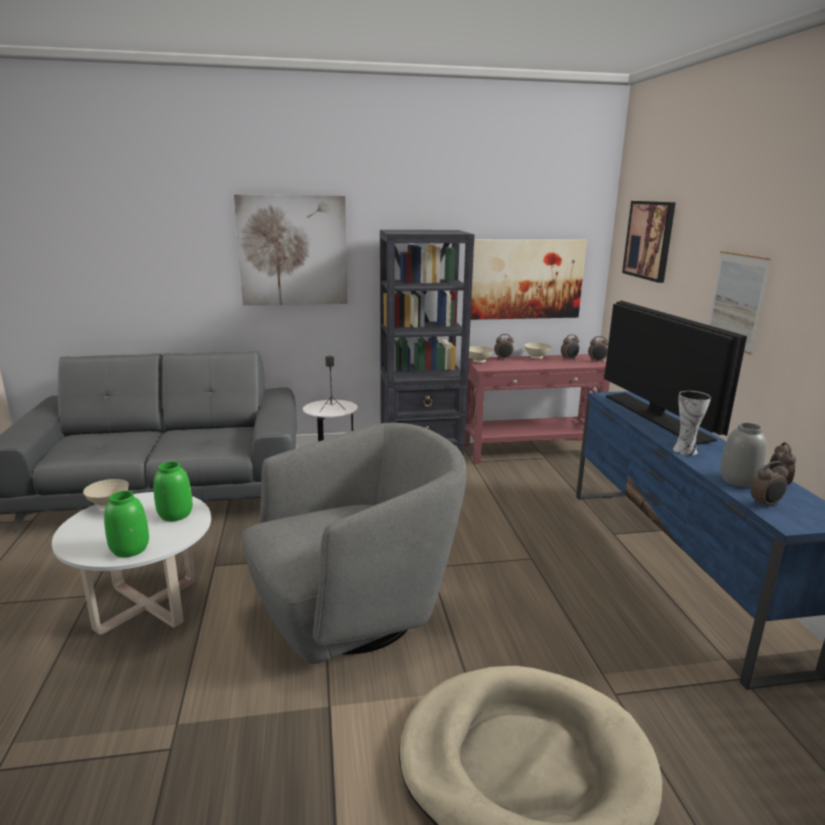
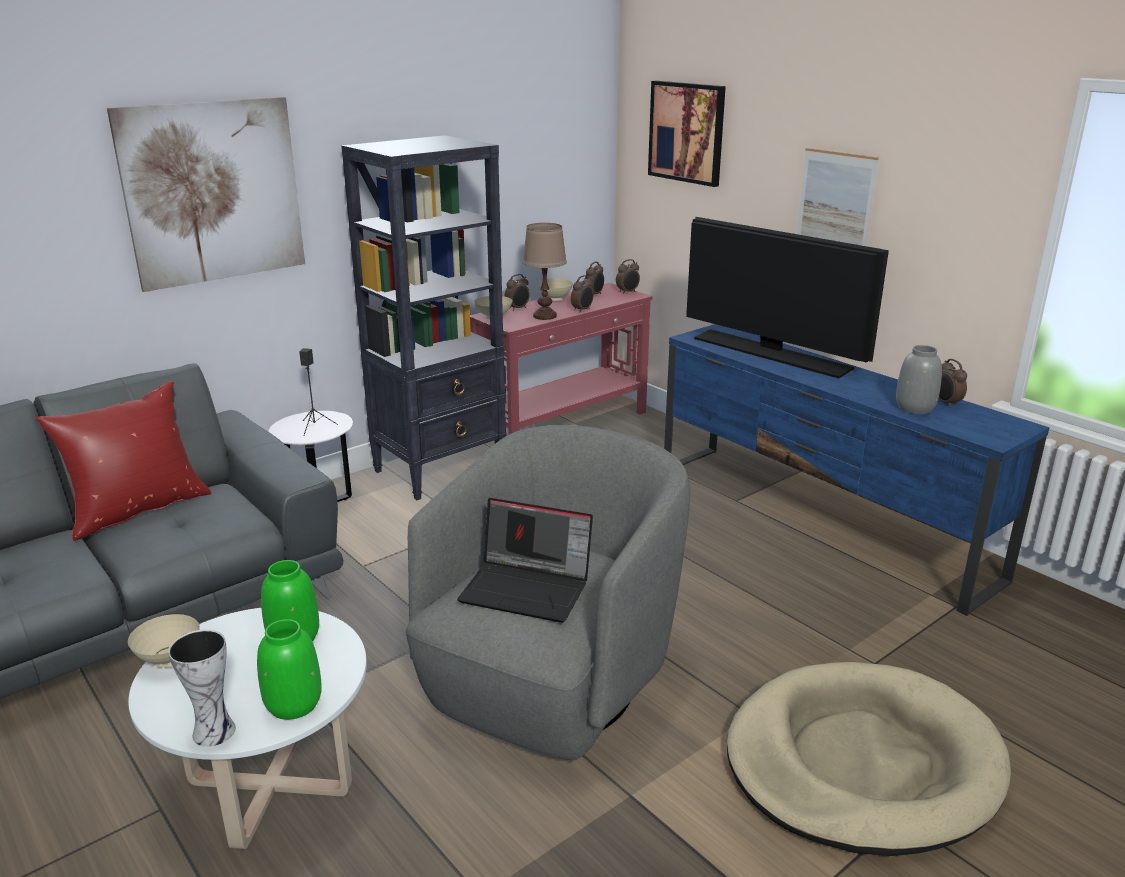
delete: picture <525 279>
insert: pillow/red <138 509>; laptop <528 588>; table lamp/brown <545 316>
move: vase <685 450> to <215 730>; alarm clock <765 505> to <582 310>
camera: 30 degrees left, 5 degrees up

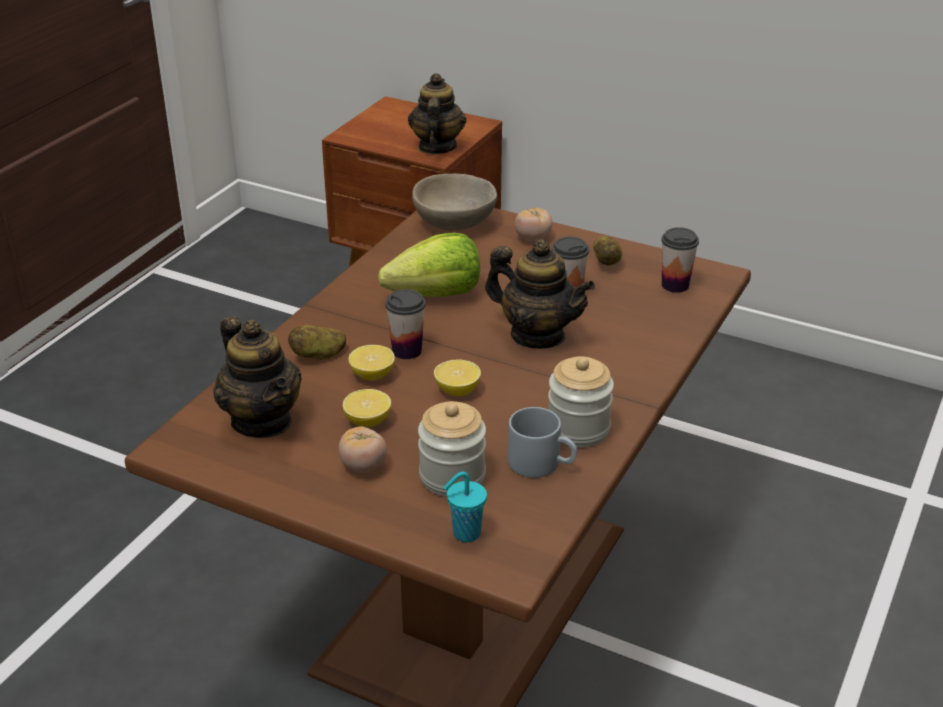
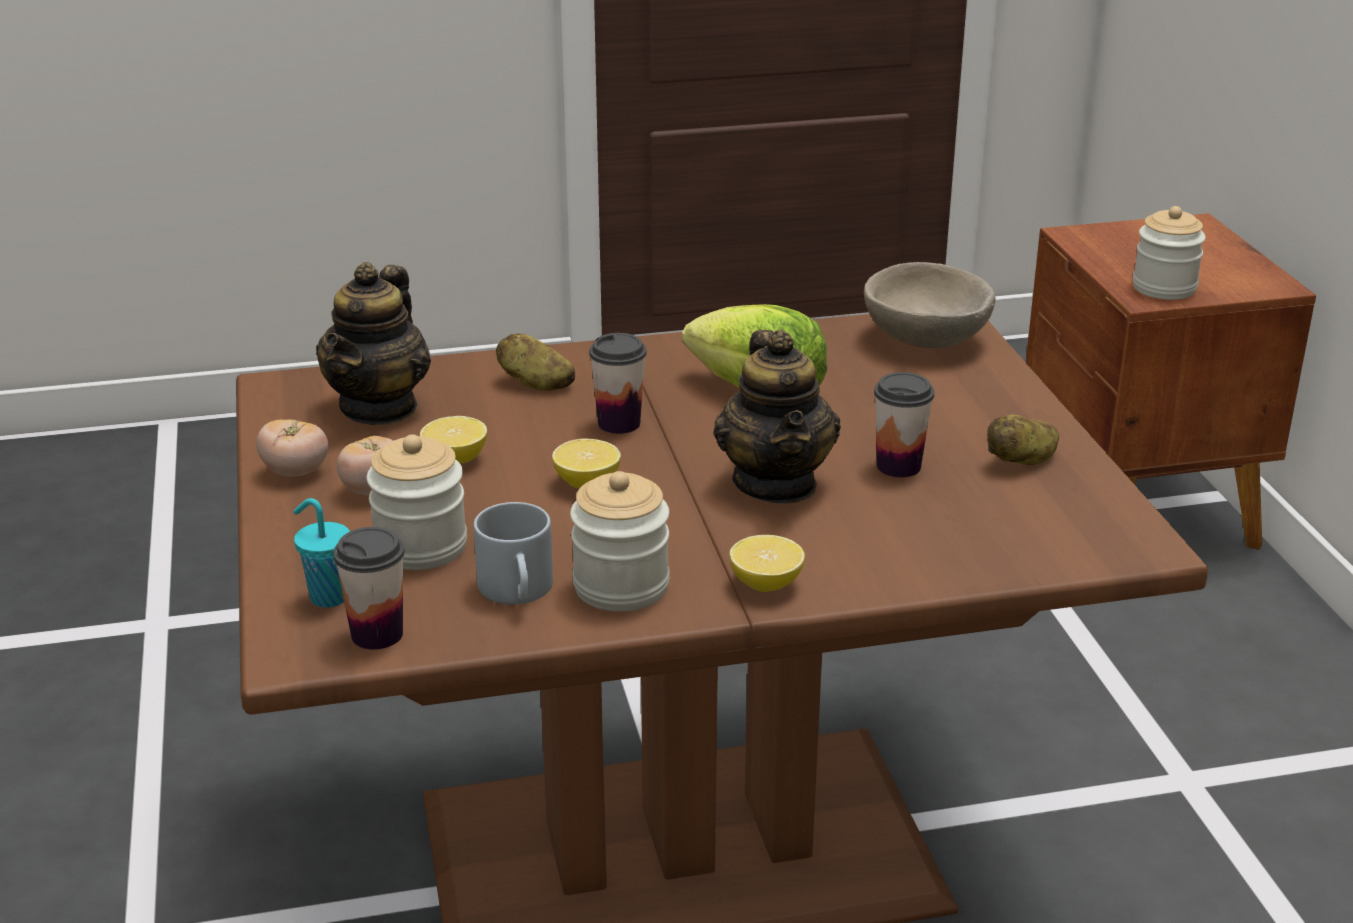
move: lemon <372 375> to <766 584>; tomato <533 238> to <295 472>; cup <675 285> to <377 634>
replace: teapot <436 147> to jar <1164 288>
camera: 50 degrees right, 5 degrees down

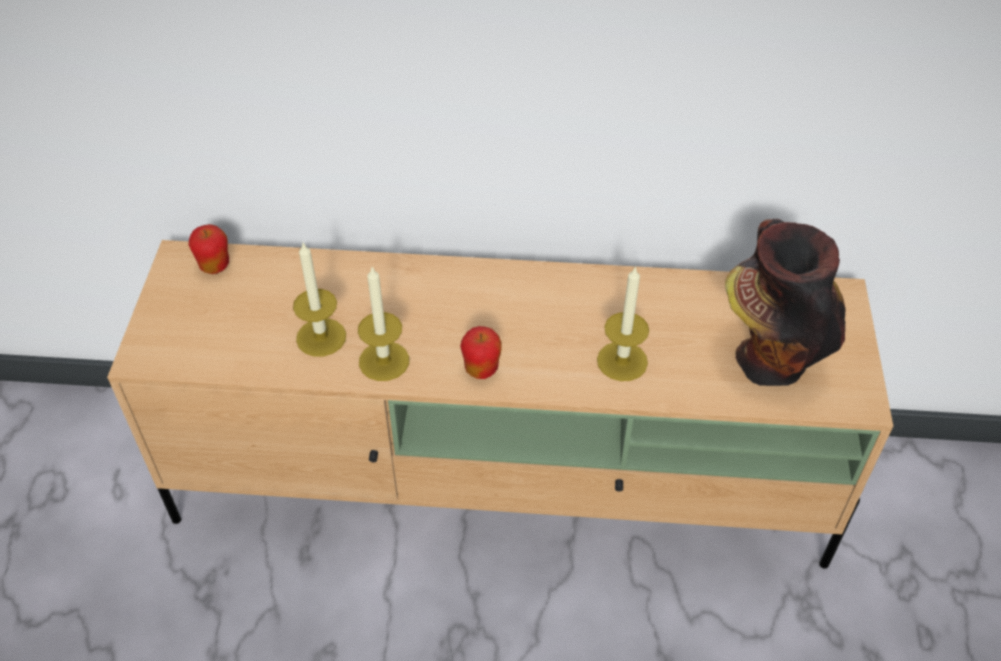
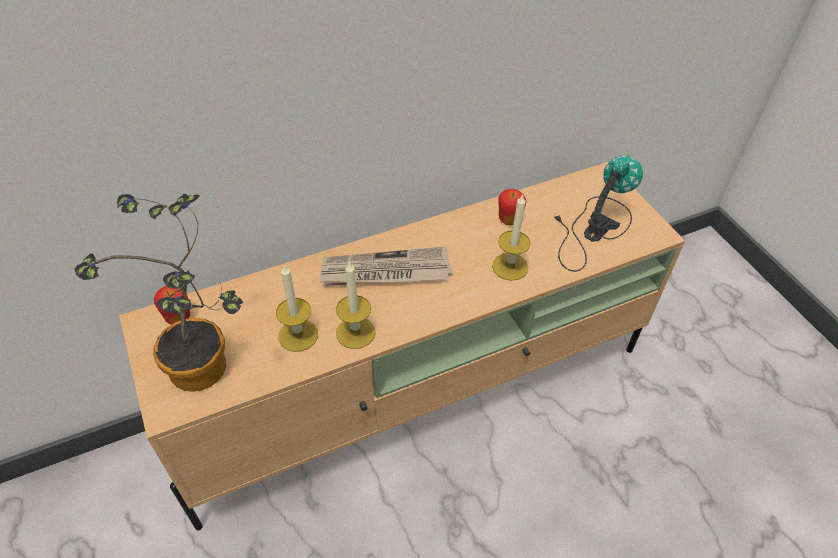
insert: potted plant <205 372>; newspaper <385 272>
move: apple <481 369> to <509 220>
replace: vase <767 358> to table lamp <591 229>
camera: 30 degrees left, 0 degrees up

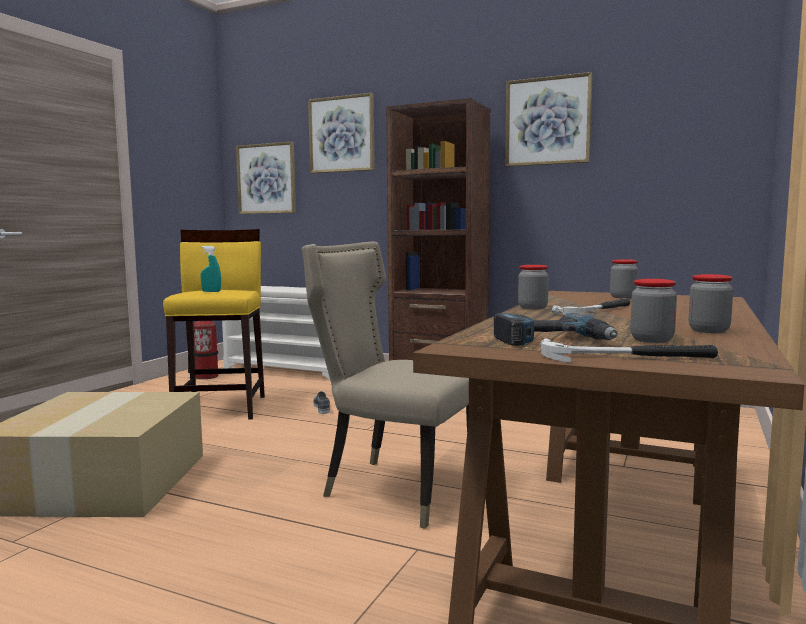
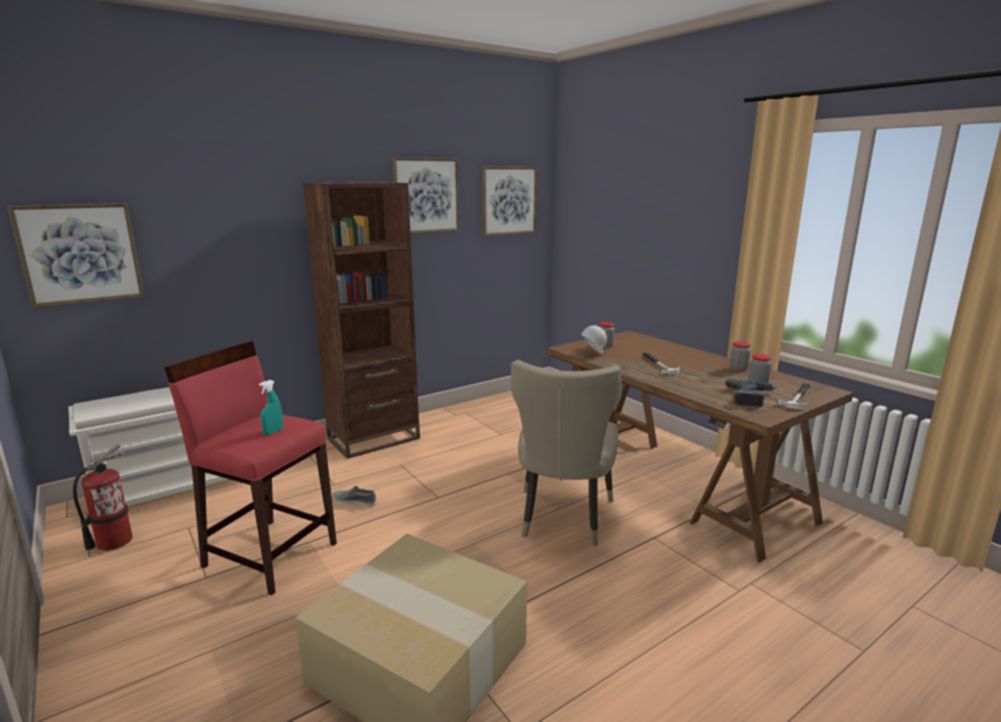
delete: jar <532 308>
insert: hard hat/white <591 354>
move: picture <342 134> to <509 200>
recolor: stool/yellow <222 408> to stool/red <271 553>
rotate: chair/beige <395 487> = <563 519> 45 degrees counterclockwise
camera: 60 degrees left, 10 degrees up

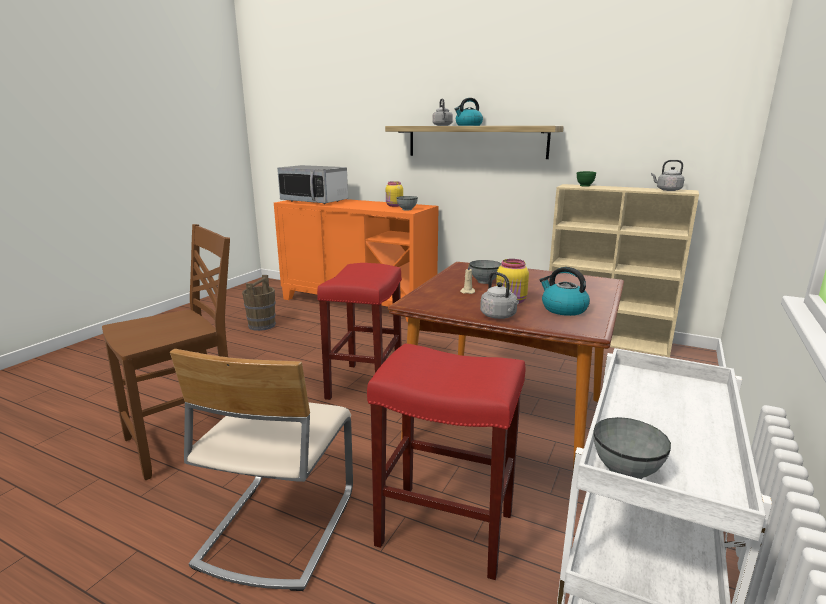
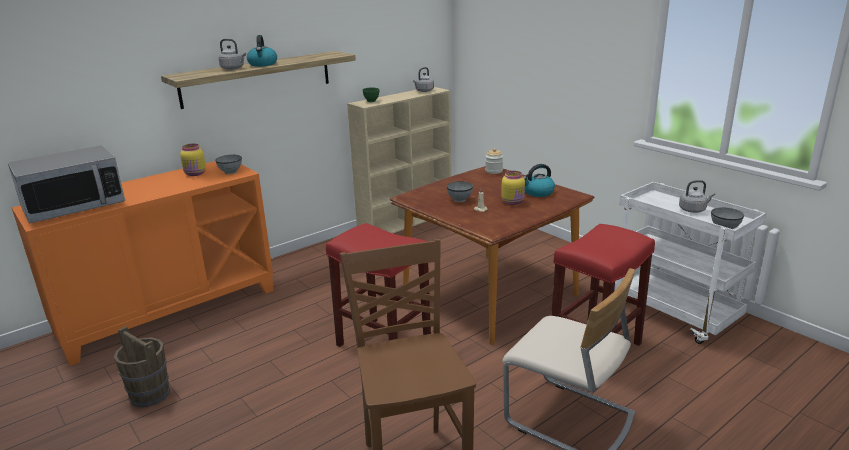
insert: jar <494 171>
move: kettle/grey <499 316> to <693 210>
camera: 65 degrees left, 5 degrees up

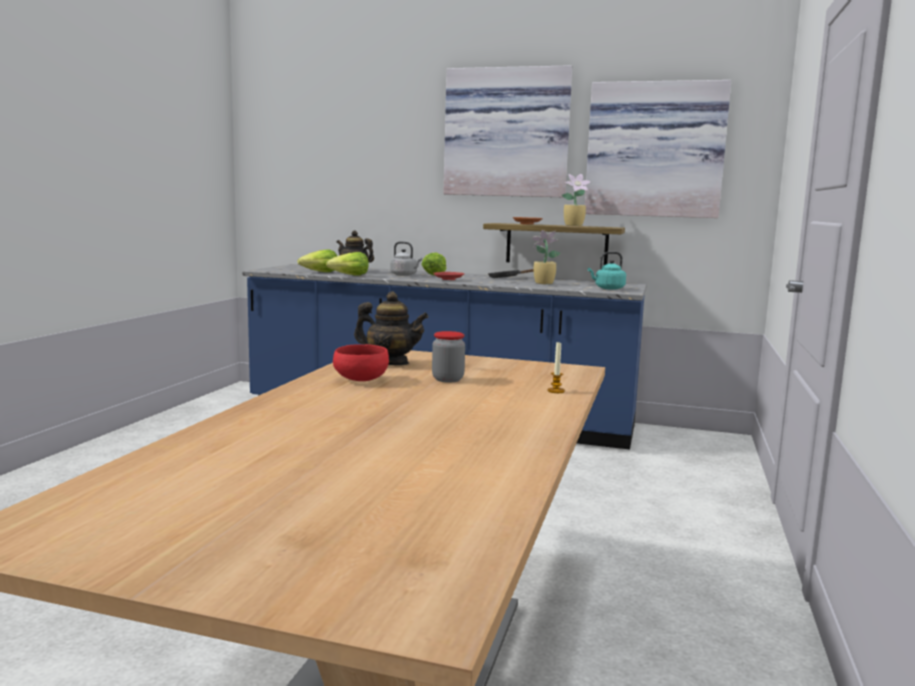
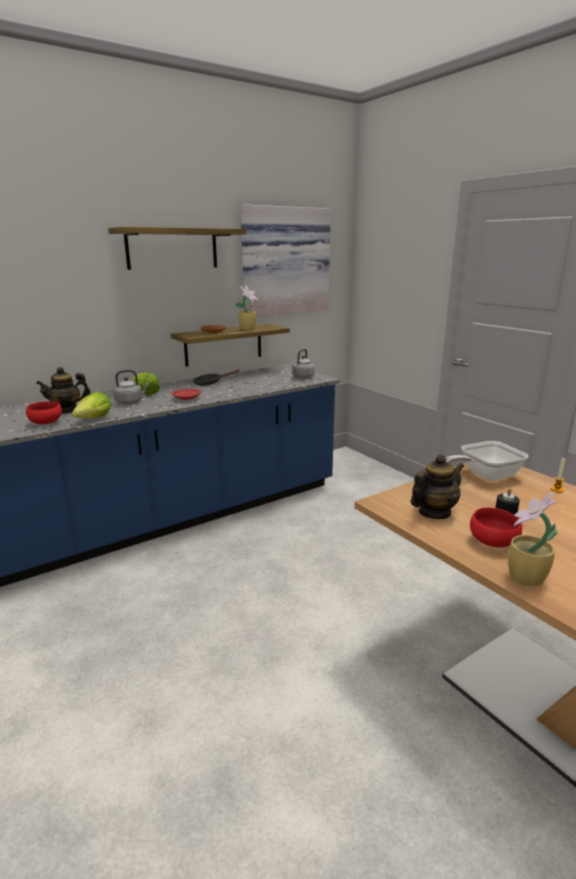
insert: frying pan <484 476>
move: potted plant <542 283> to <525 578>
replace: lettuce <320 272> to bowl/red <47 423>; jar <447 379> to candle/black <506 510>; picture <507 133> to shelf <172 249>
recolor: kettle/turquoise <608 288> to kettle/grey <302 377>
camera: 50 degrees left, 10 degrees up

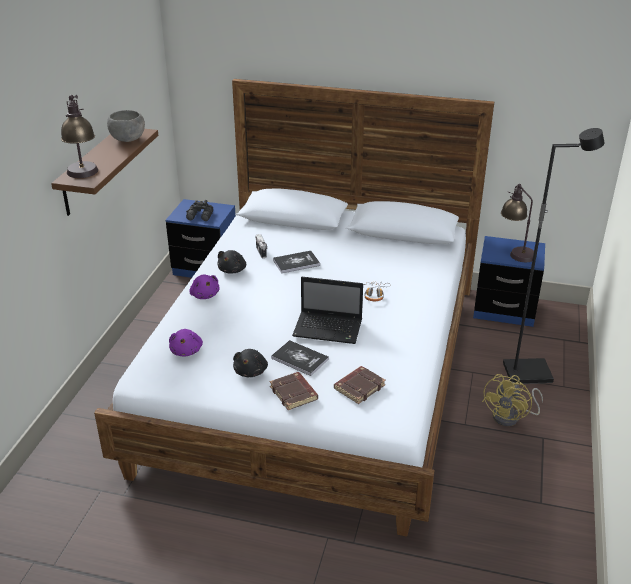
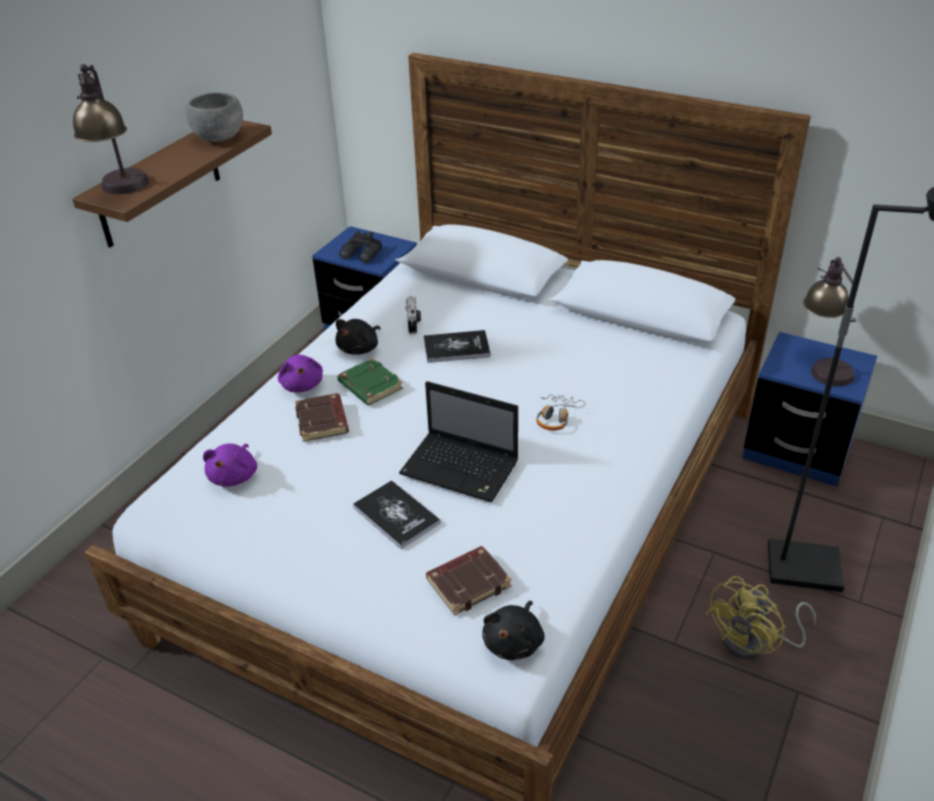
insert: book/green <369 386>
move: plush toy/black <251 371> to <514 642>; book/brown <294 394> to <323 421>
camera: 15 degrees right, 5 degrees up

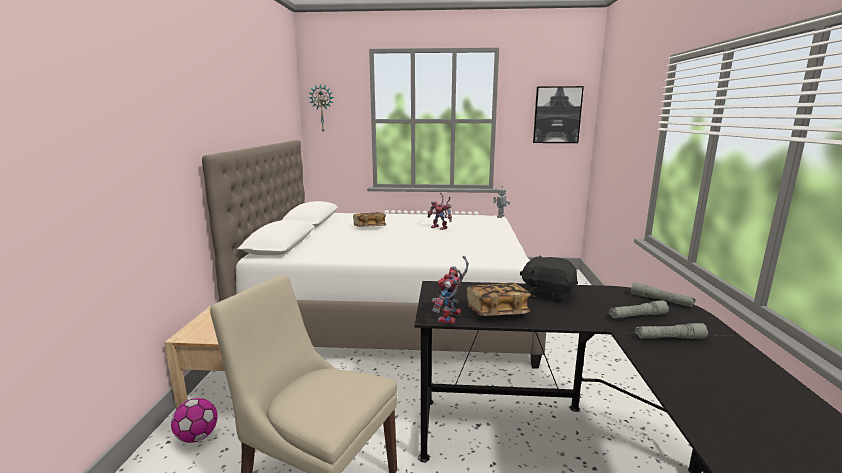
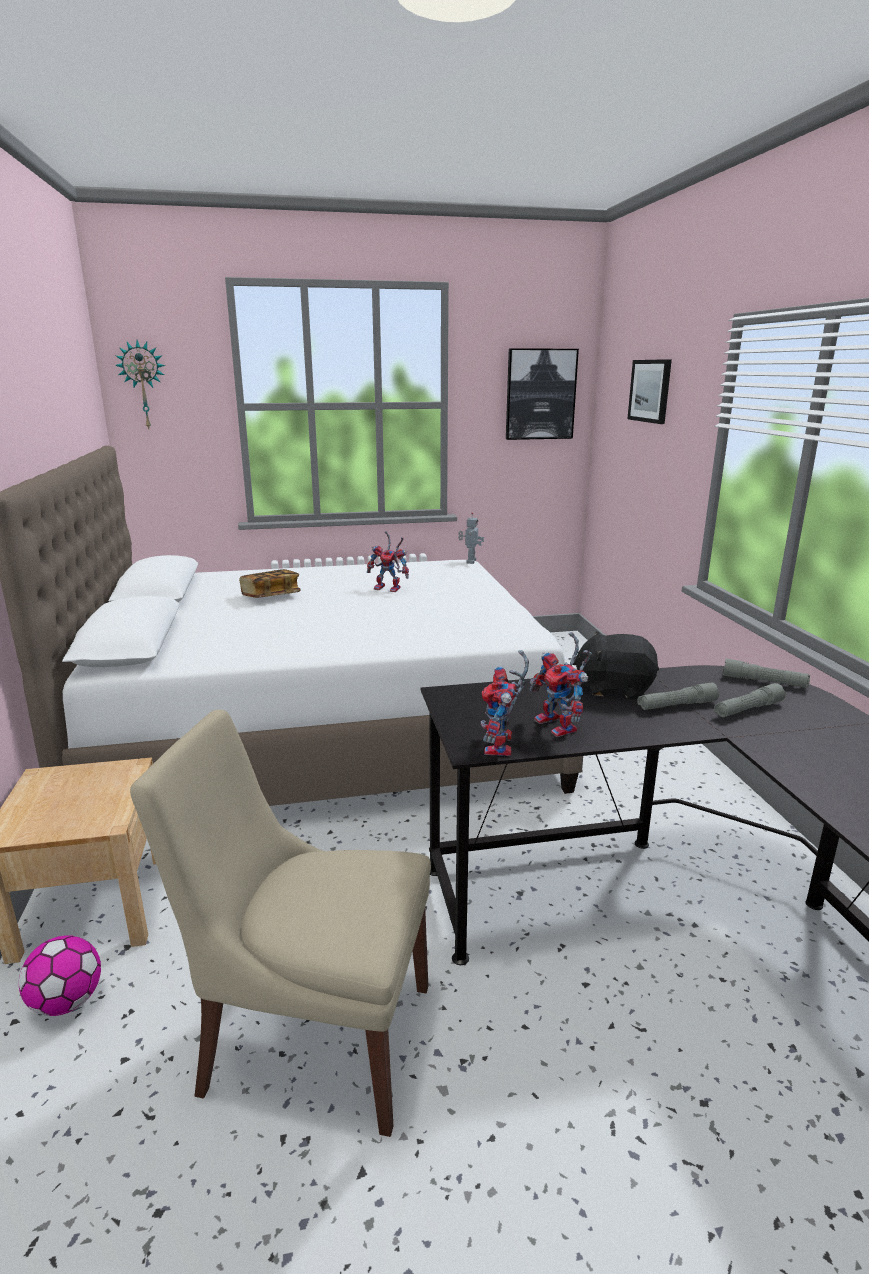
insert: picture <650 391>
move: flashlight/grey <669 338> to <676 705>
replace: book <496 311> to toy robot <560 727>
camera: 15 degrees left, 5 degrees up

